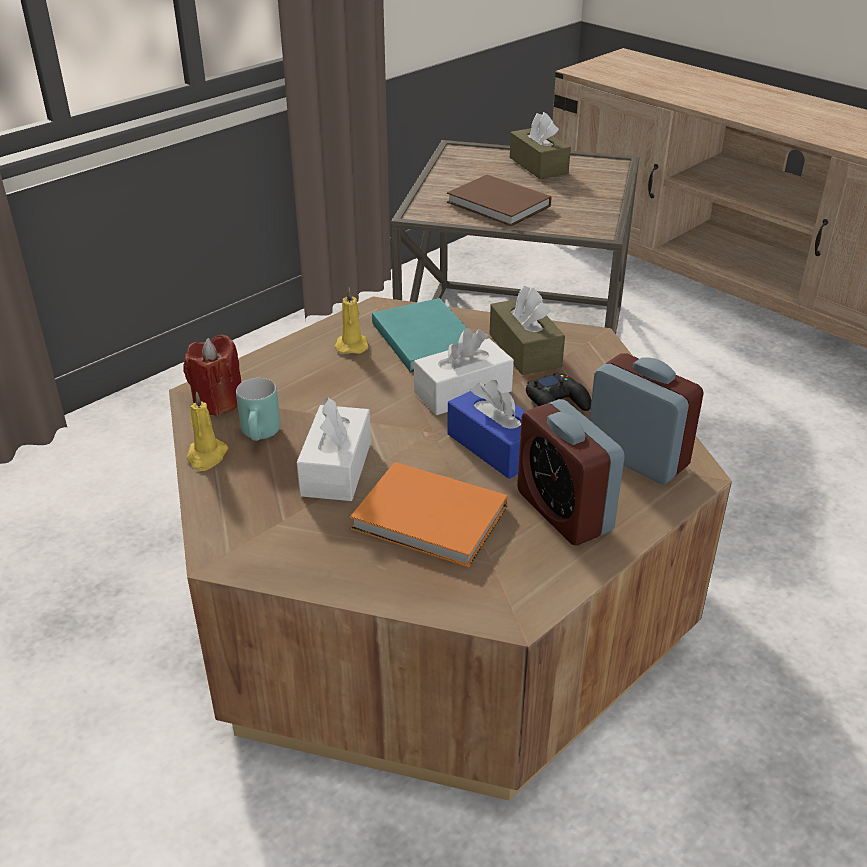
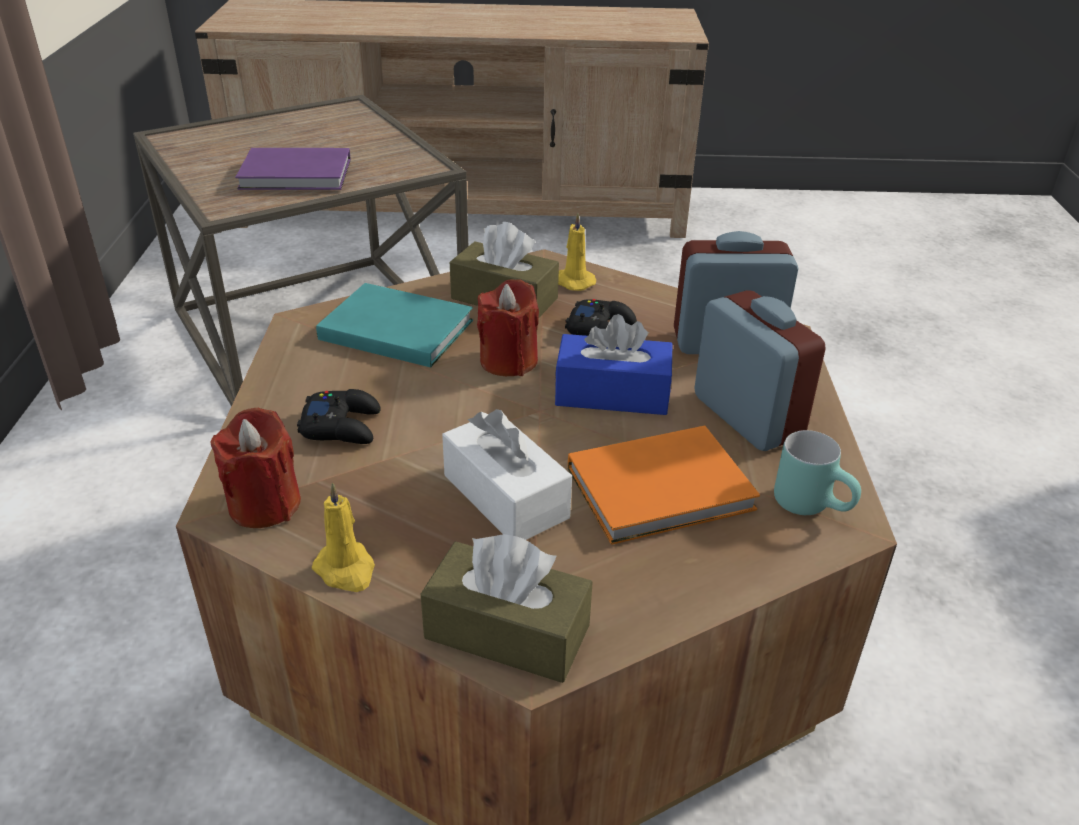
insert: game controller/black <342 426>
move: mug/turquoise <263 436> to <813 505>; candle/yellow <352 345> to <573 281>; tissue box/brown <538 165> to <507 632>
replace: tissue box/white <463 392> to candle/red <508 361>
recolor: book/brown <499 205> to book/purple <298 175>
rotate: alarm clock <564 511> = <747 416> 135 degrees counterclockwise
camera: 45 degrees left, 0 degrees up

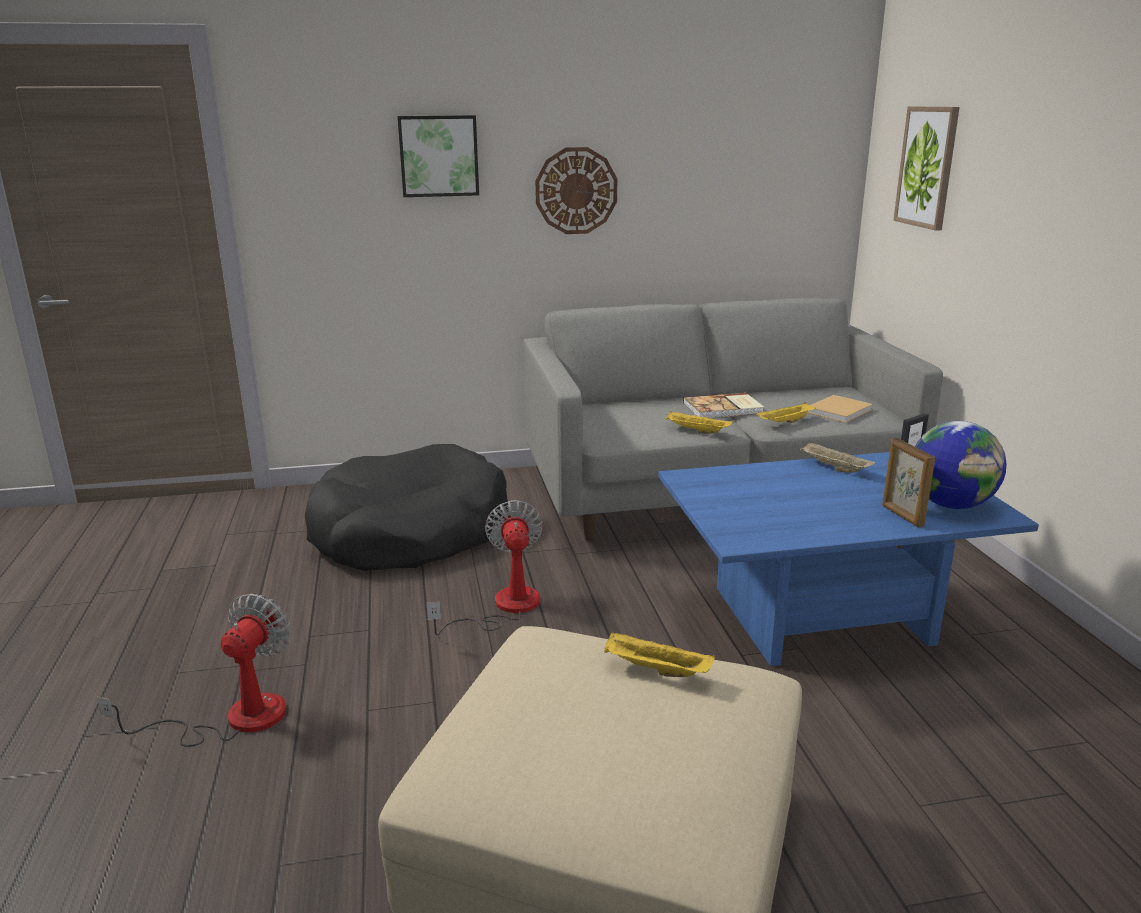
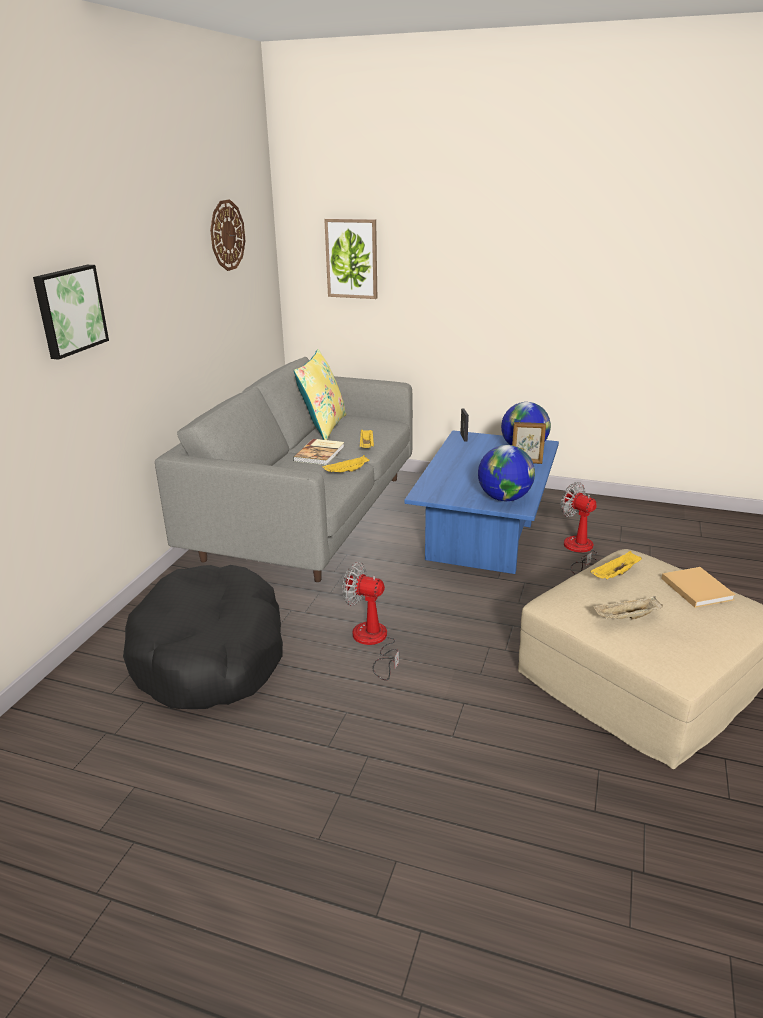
insert: pillow/yellow <323 427>; globe <504 498>
move: fan <234 719> to <579 551>; wall clock <576 191> to <227 235>; tray/beige <833 468> to <626 618>; book/beige <840 410> to <695 588>
camera: 60 degrees left, 5 degrees up

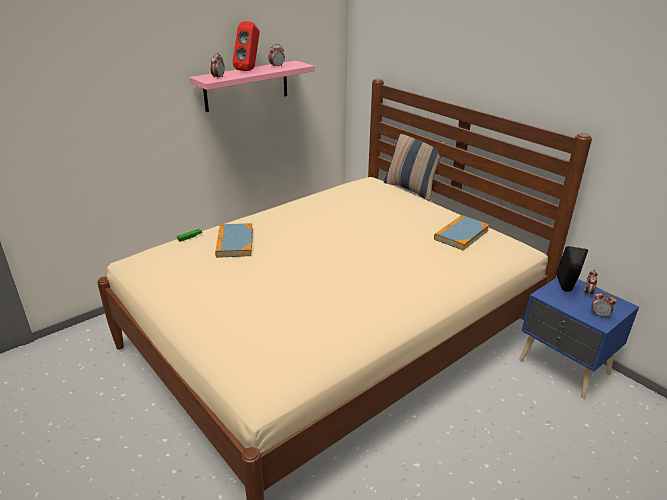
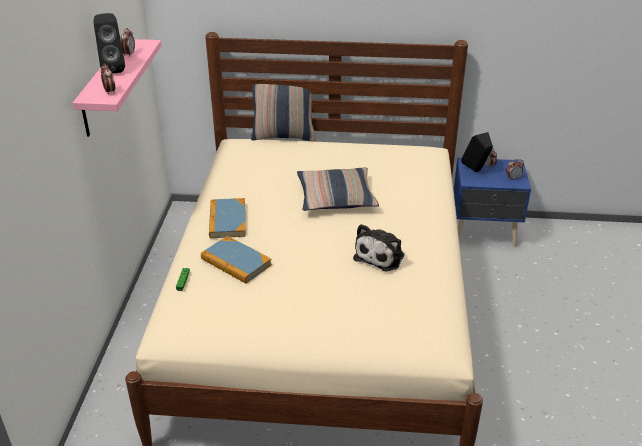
insert: pillow <336 197>; plush toy <381 256>
move: book <461 235> to <227 220>
recolor: speaker/red <249 70> to speaker/black <113 69>
camera: 45 degrees left, 5 degrees up

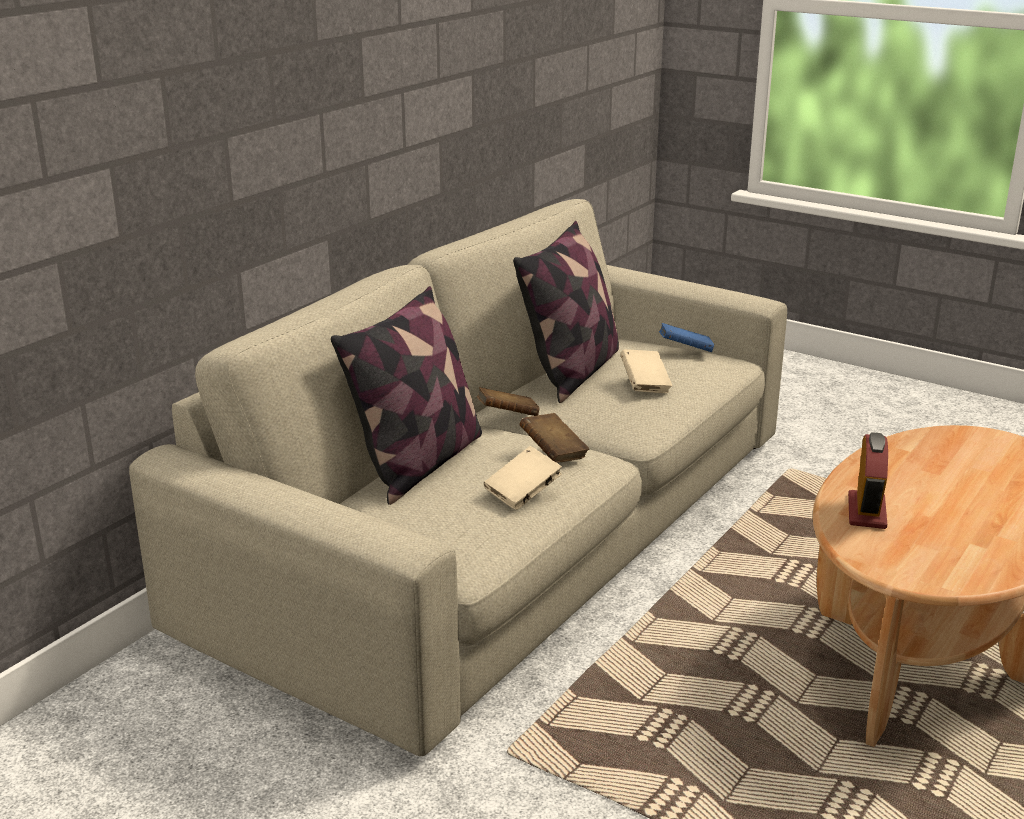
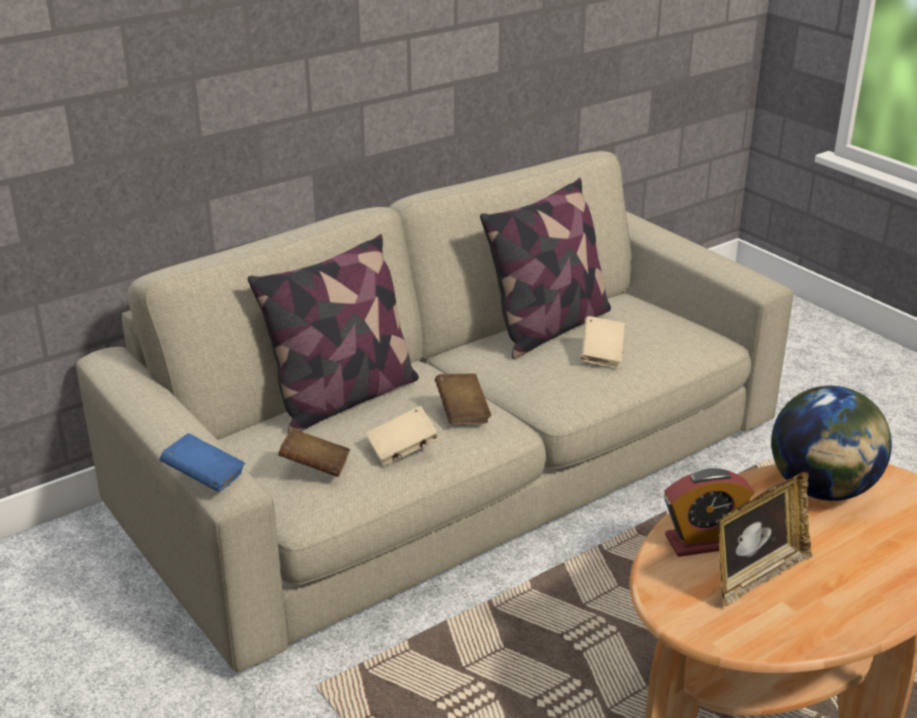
insert: picture frame <757 575>; globe <822 489>
move: book/brown <507 416> to <315 467>; book/blue <685 351> to <205 478>
rotate: alarm clock <866 511> = <702 542> 45 degrees clockwise
camera: 20 degrees right, 5 degrees up

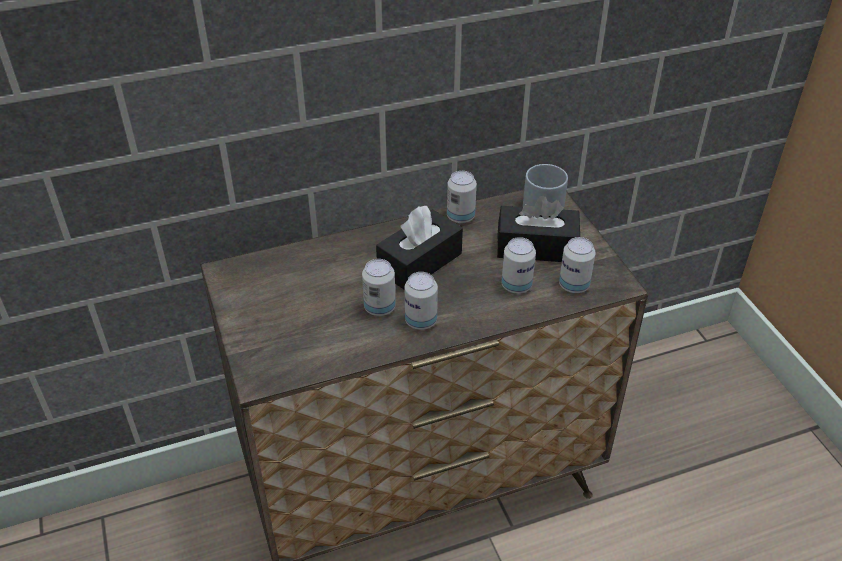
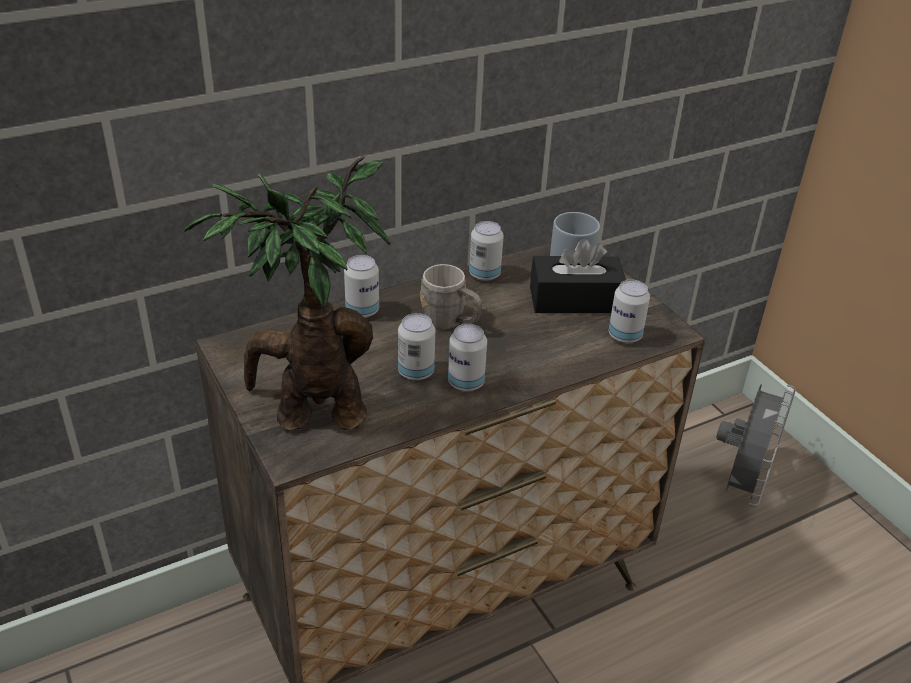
insert: potted plant <310 413>; fan/grey <741 486>
move: can <516 286> to <362 311>
replace: tissue box/black <419 262> to mug/grey <450 323>
camera: 10 degrees left, 5 degrees down

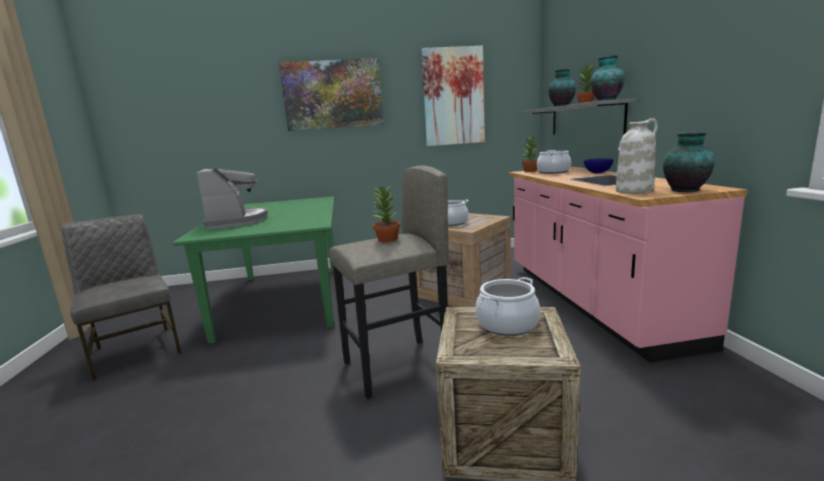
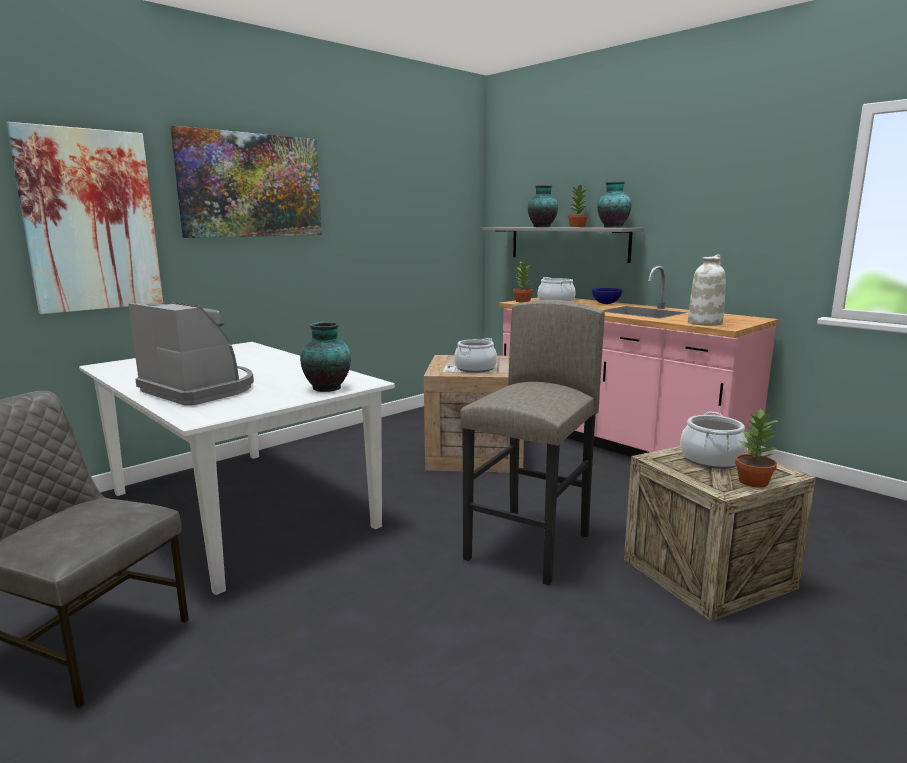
move: potted plant <387 239> to <752 482>; picture <453 97> to <91 221>; vase <686 190> to <328 388>
recolor: dining table/green <283 299> to dining table/white <239 509>
camera: 35 degrees left, 0 degrees up

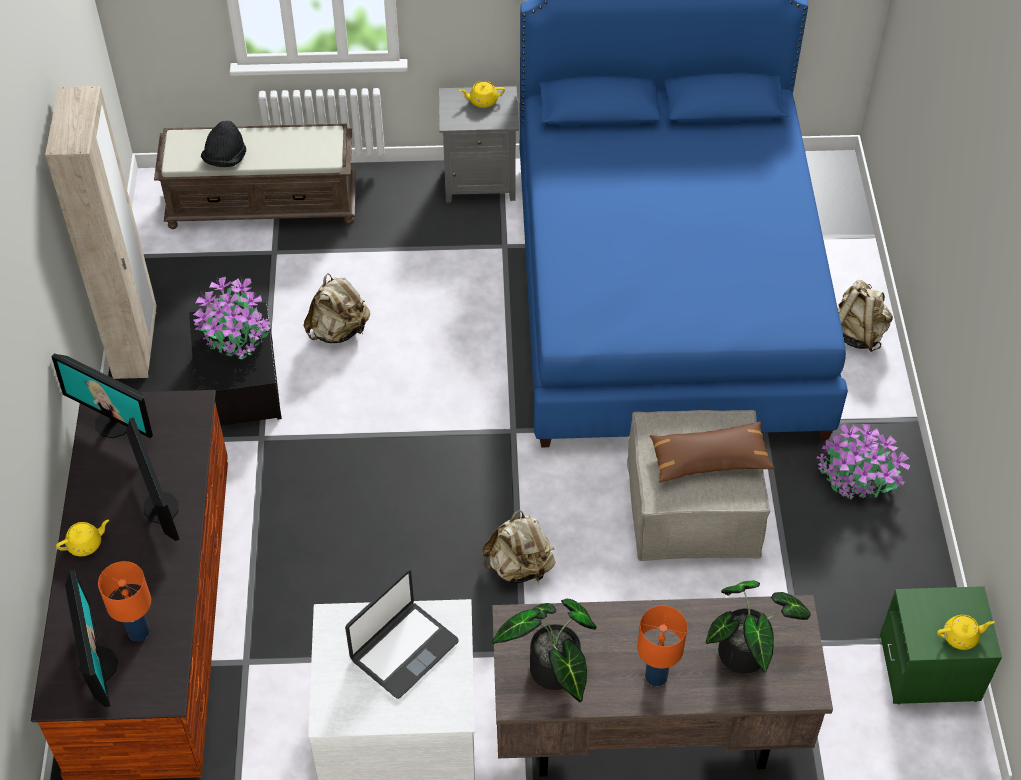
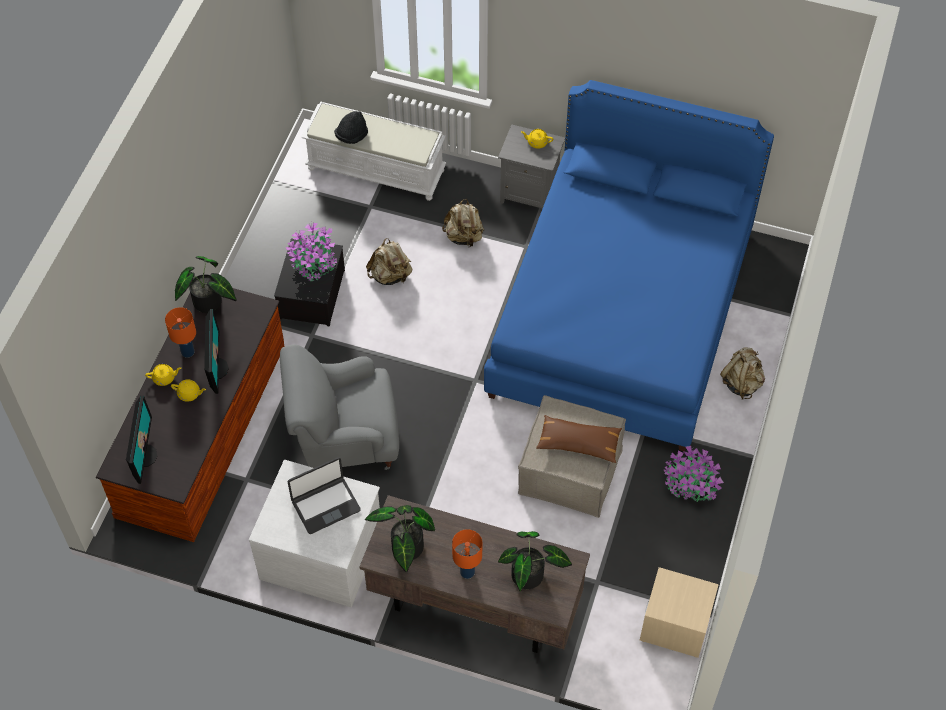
delete: wardrobe/beige <136 345>
insert: armchair/grey <345 439>
move: table lamp/orange <138 631> to <187 352>; backpack/beige <520 567> to <464 237>; teapot/yellow <961 637> to <189 394>
replace: monitor <113 423> to potted plant <209 304>
recolor: bench/brown <264 204> to bench/white <377 169>; nightstand/green <929 668> to nightstand/beige <675 625>
camera: 20 degrees right, 5 degrees up

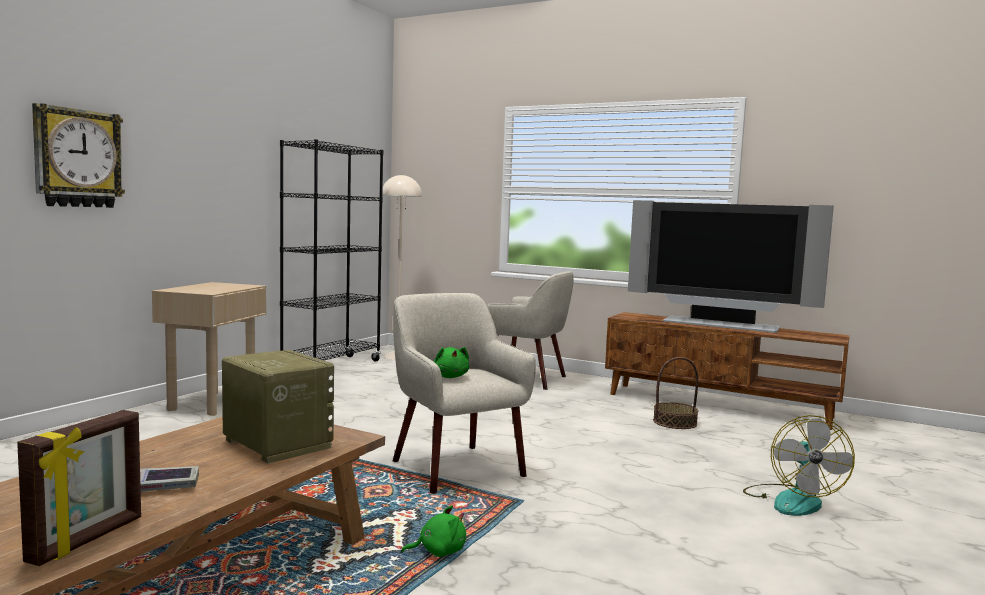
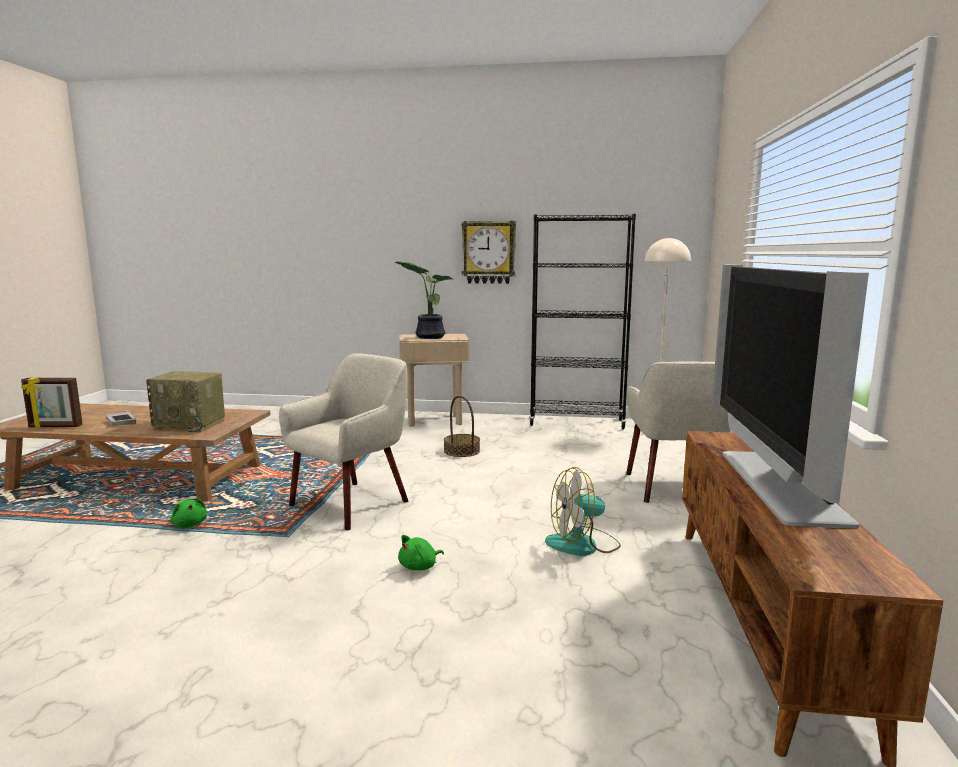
insert: potted plant <428 337>
move: wall clock <77 158> to <489 252>; plush toy/green <449 377> to <420 567>; basket <674 422> to <462 451>; fan <792 500> to <583 544>
rotate: radio <275 443> = <191 425> 75 degrees clockwise
camera: 70 degrees right, 5 degrees up

